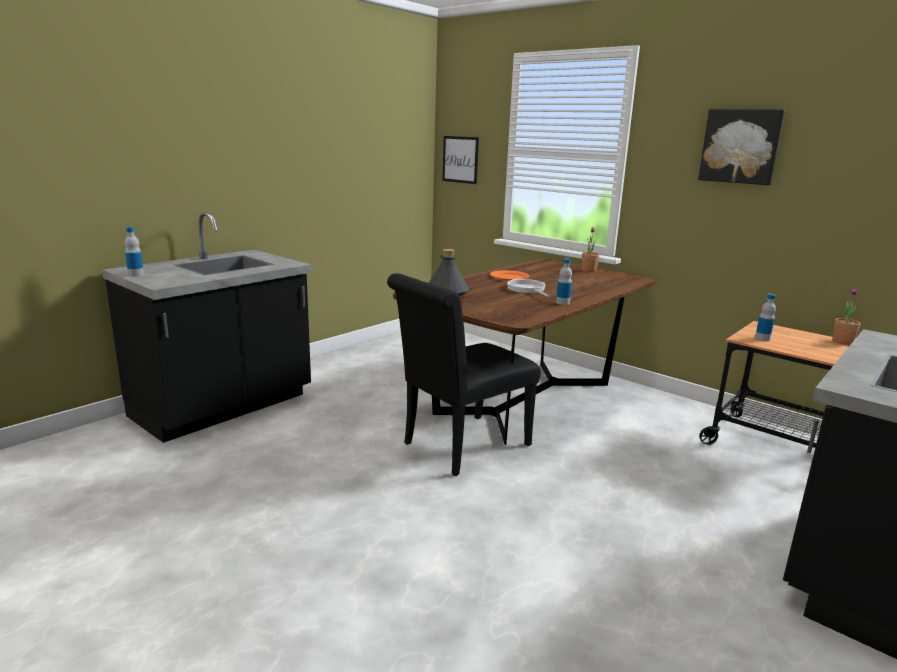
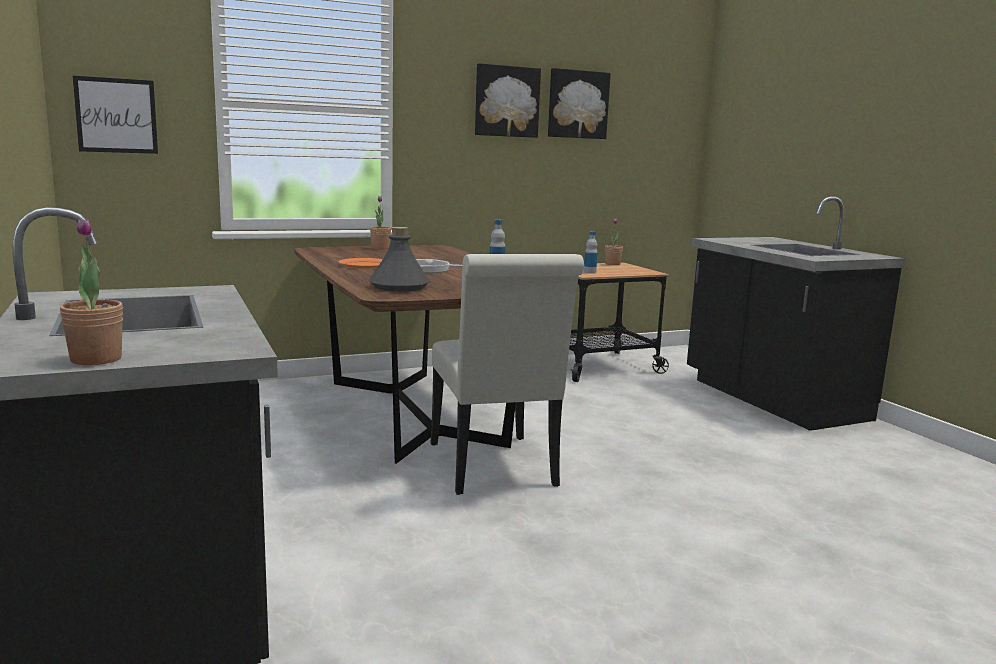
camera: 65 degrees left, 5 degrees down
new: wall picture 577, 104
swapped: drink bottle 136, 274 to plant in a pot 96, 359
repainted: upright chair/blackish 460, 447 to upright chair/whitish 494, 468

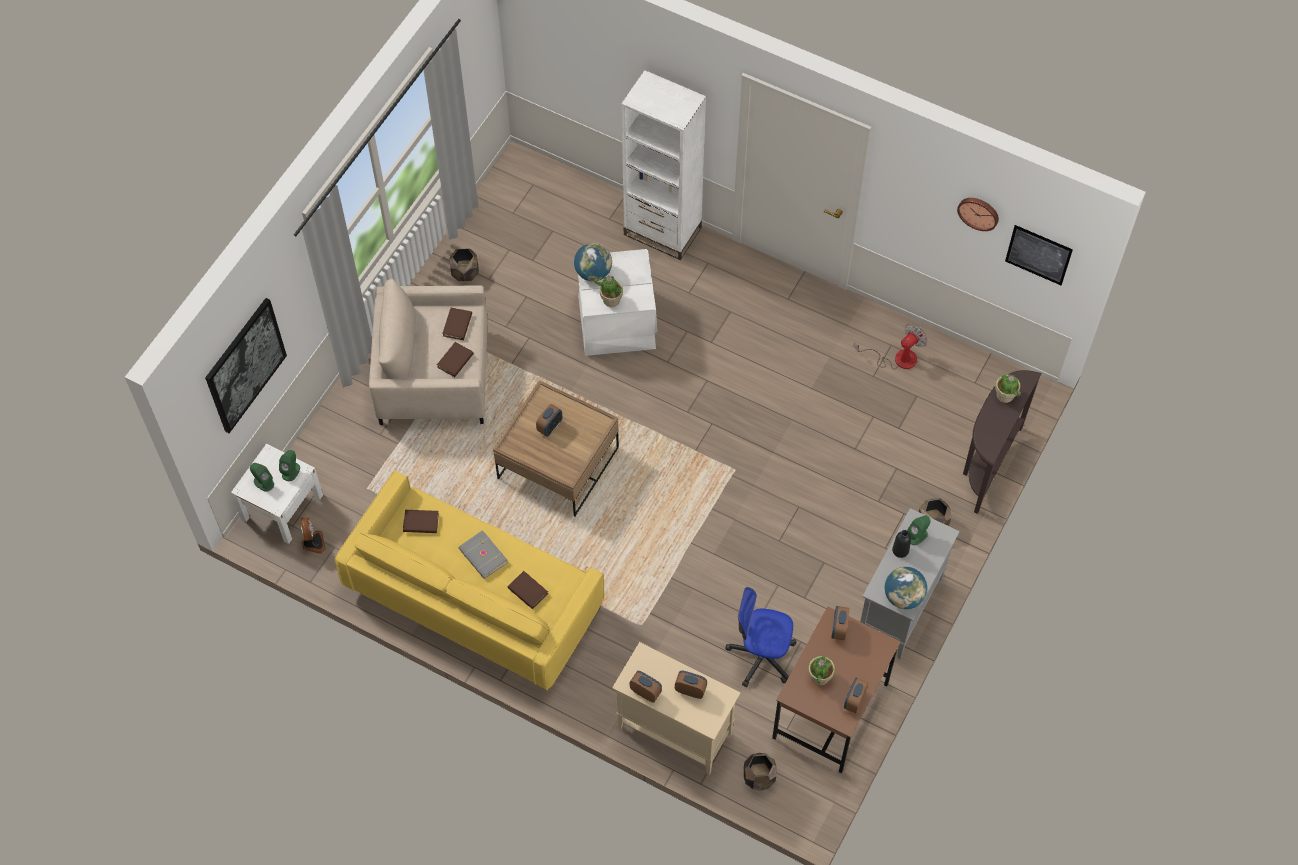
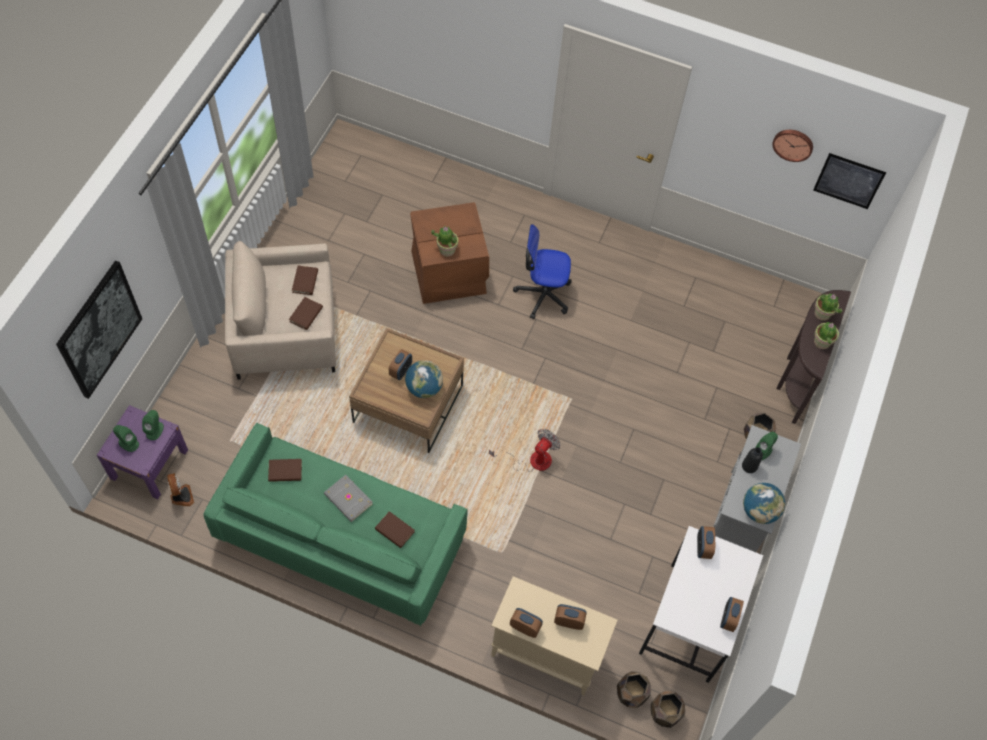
camera: 10 degrees left, 0 degrees up
gone: bookshelf/whitish 662, 231
shifted: globe 593, 272 to 424, 388; flower pot/brownish 464, 273 to 664, 713; cooling fan 897, 358 to 532, 460; desk chair 761, 655 to 543, 294; plant in a pot 819, 677 to 821, 342
repainted: storage container/whitish 617, 323 to storage container/brownish 449, 273; night table/whitish 282, 507 to night table/purple 149, 464; settee/yellow 474, 598 to settee/greenish 341, 538; desk table/brownish 830, 711 to desk table/whitish 689, 622

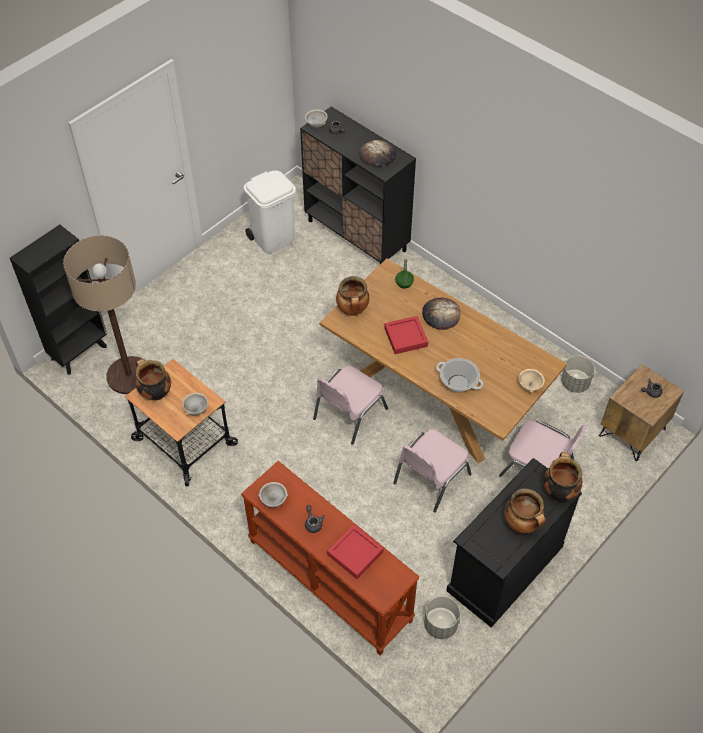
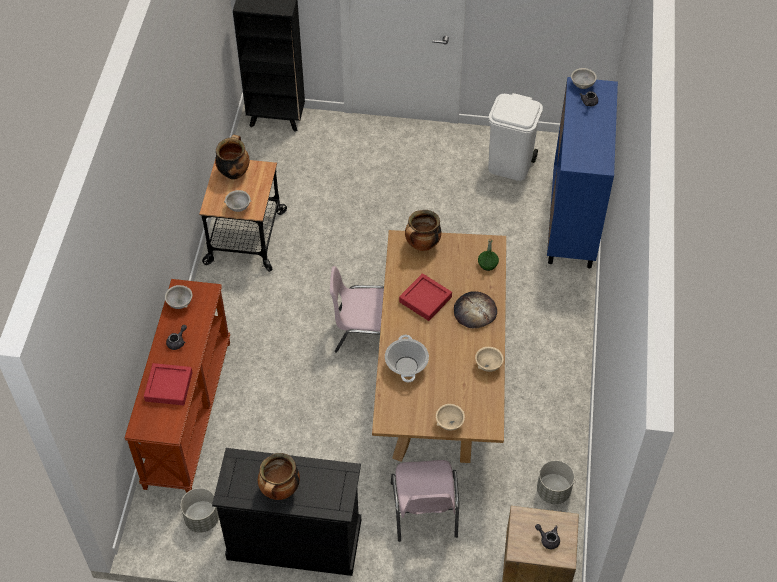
camera: 55 degrees right, 0 degrees up
gone: bread 377, 156; standing lamp 129, 375; upright chair/pinkish 430, 479; saucepot 559, 491
new: bowl/beige-coloured 488, 365
repainted: storage cabinet/blackish 357, 236 to storage cabinet/blue-coloured 572, 222

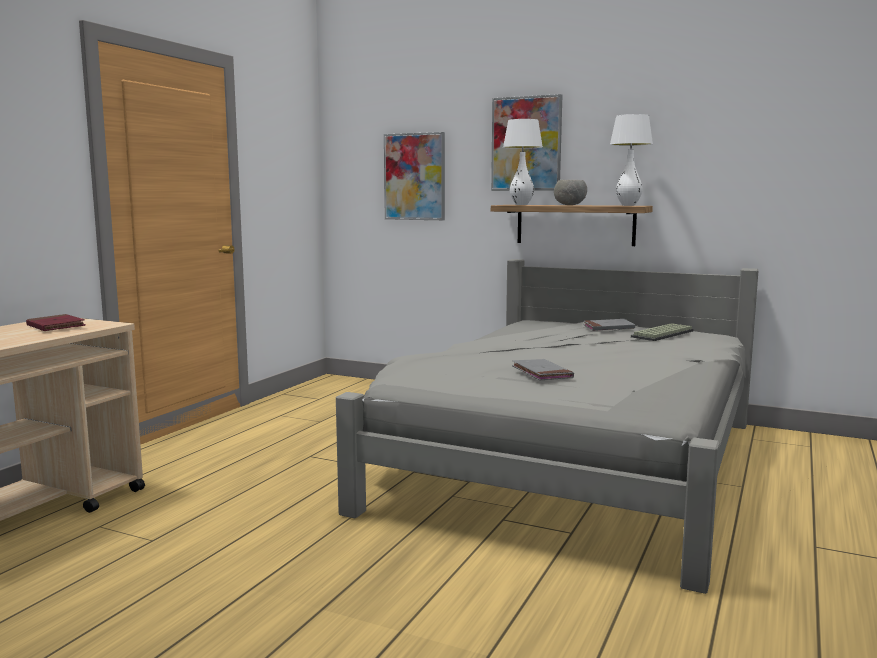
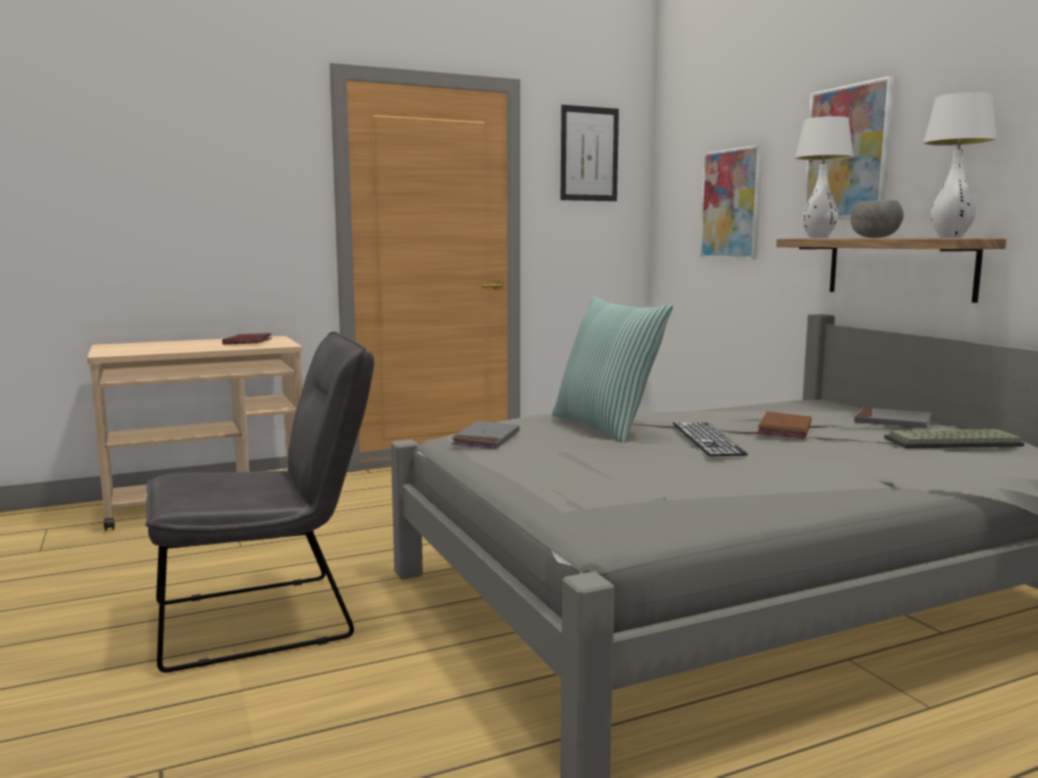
camera: 40 degrees right, 0 degrees up
new: wall picture 589, 154; cushion 606, 428; upright chair/grey 269, 618; volume/brownish 784, 429; keyboard 707, 438
shifted: volume/grey 542, 373 to 486, 439

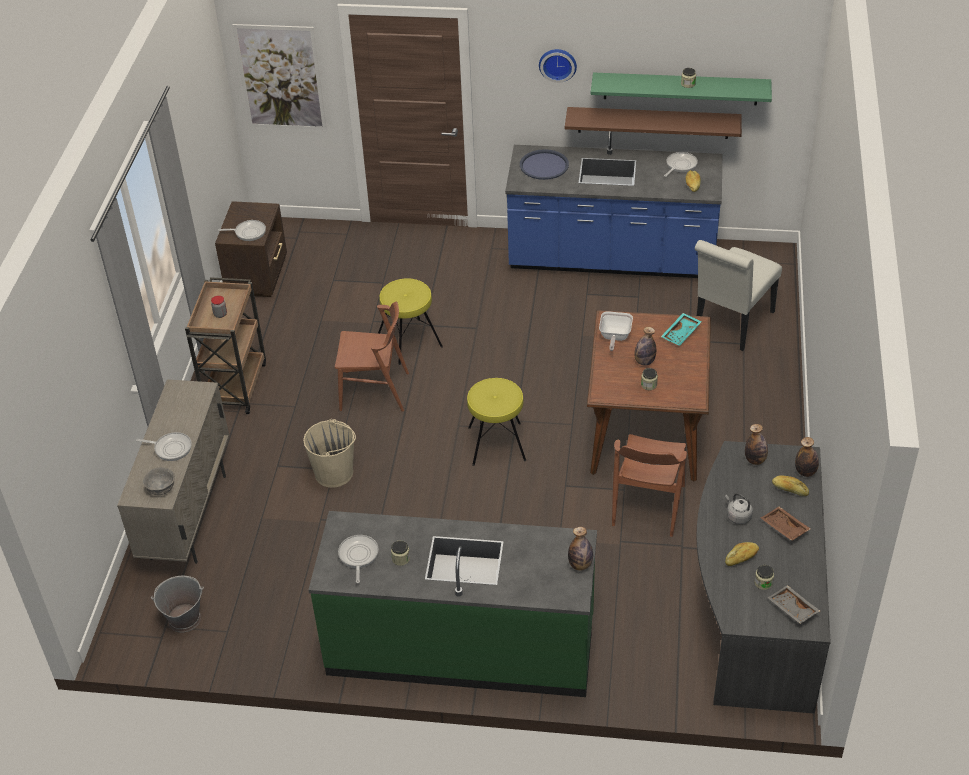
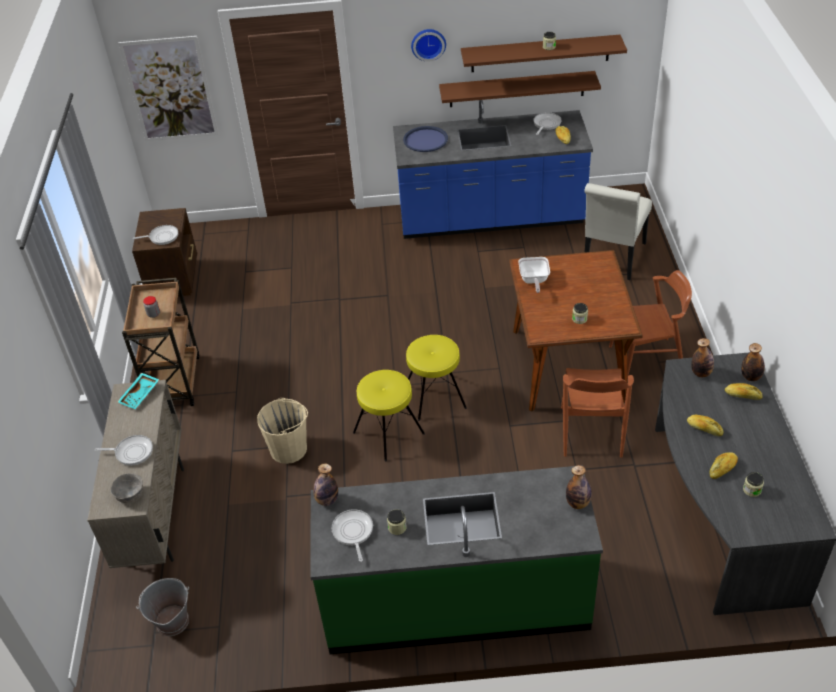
camera: 10 degrees left, 0 degrees up
gone: serving tray/brownish 783, 528; serving tray/grey 792, 609
shifted: stool/yellow 409, 341 to 388, 432; upright chair/brownish 374, 391 to 646, 360; serving tray/blue-green 681, 334 to 140, 395; drink bottle 644, 362 to 327, 500
swapped: water kettle/grey 737, 516 to bread 704, 429
repainted: bracket shelf/greenish 680, 88 to bracket shelf/brownish 540, 53

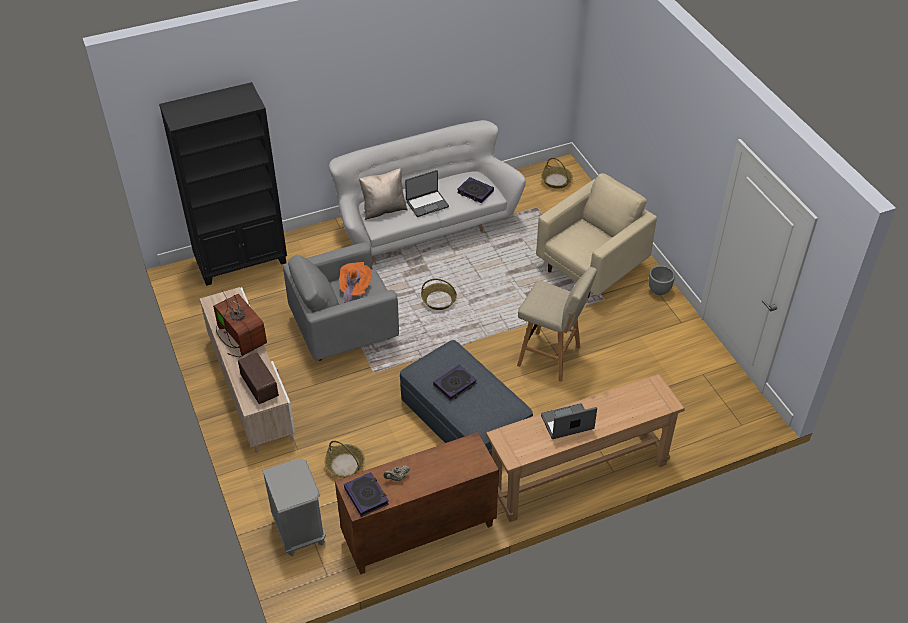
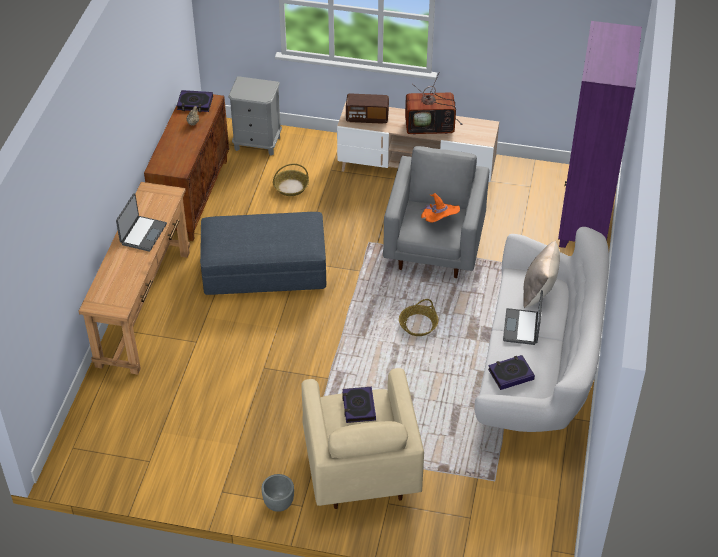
camera: 125 degrees right, 0 degrees up
gone: basket 556, 181; stool/beige-coloured 551, 357
shifted: volume 455, 385 to 358, 407
repainted: bookshelf/blackish 242, 262 to bookshelf/purple 584, 220

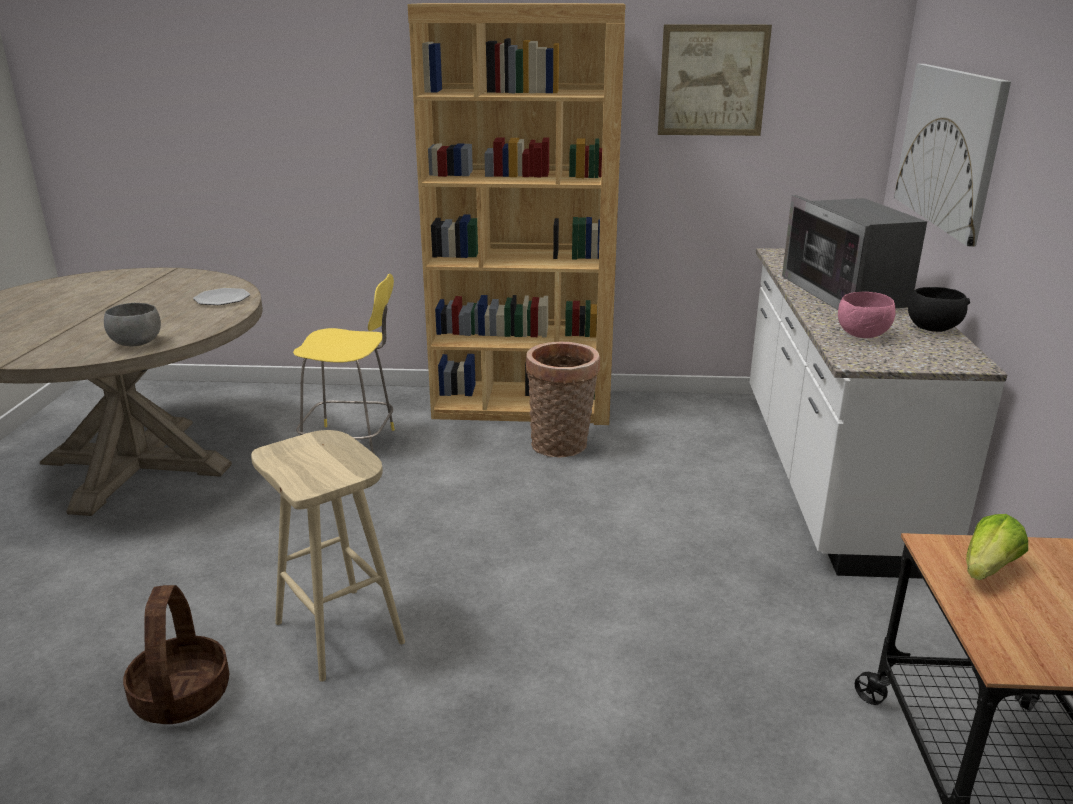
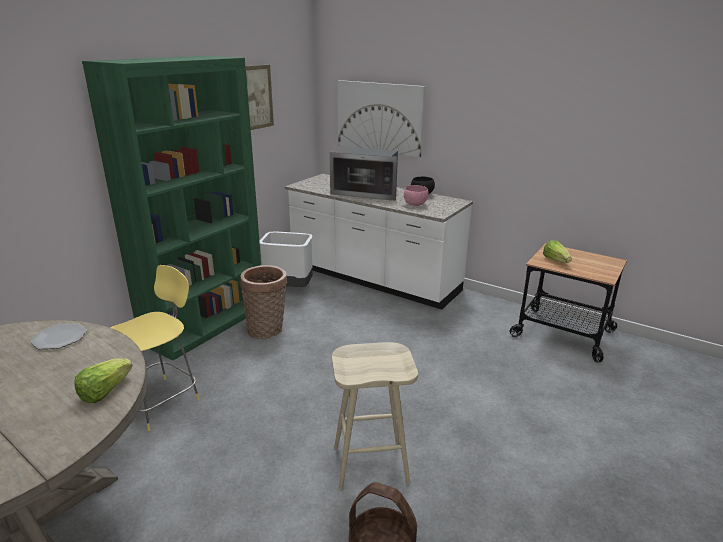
camera: 60 degrees left, 0 degrees up
new: trash can/whitish 289, 288
swapped: bowl/grey 136, 343 to lettuce head 105, 391
repainted: bookshelf/brownish 523, 406 to bookshelf/greenish 206, 325

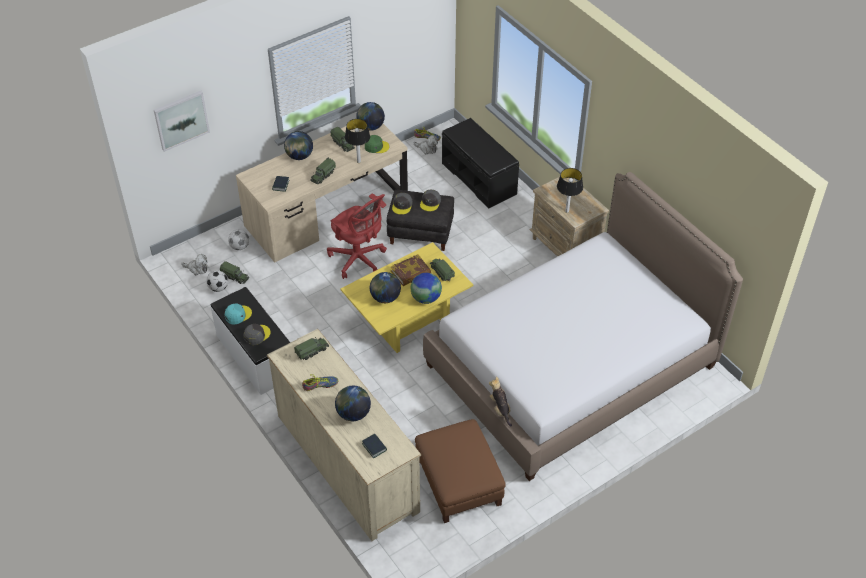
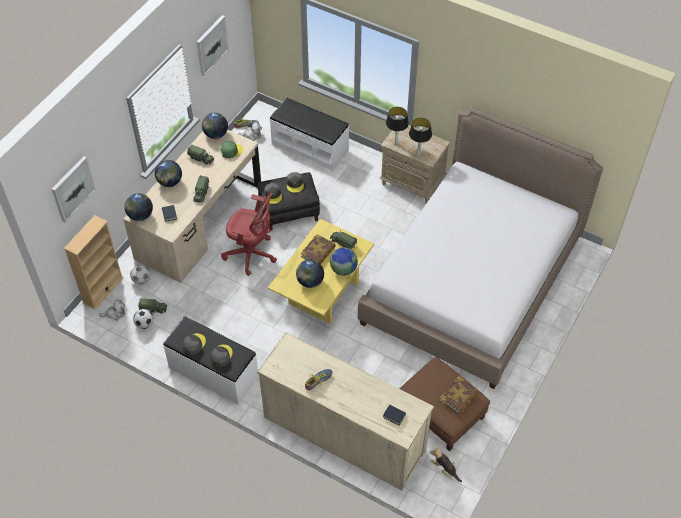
camera: 25 degrees left, 5 degrees up
gone: model truck 312, 351
new: wall picture 211, 45; bookshelf/beige-coloured 103, 290; volume 459, 397
shifted: table lamp 359, 162 to 396, 143; cuddly toy 500, 409 to 445, 469; globe 353, 413 to 140, 215
repainted: long seat/blackish 479, 178 to long seat/whitish 310, 147; baseball cap/blue-green 238, 315 to baseball cap/grey 194, 344

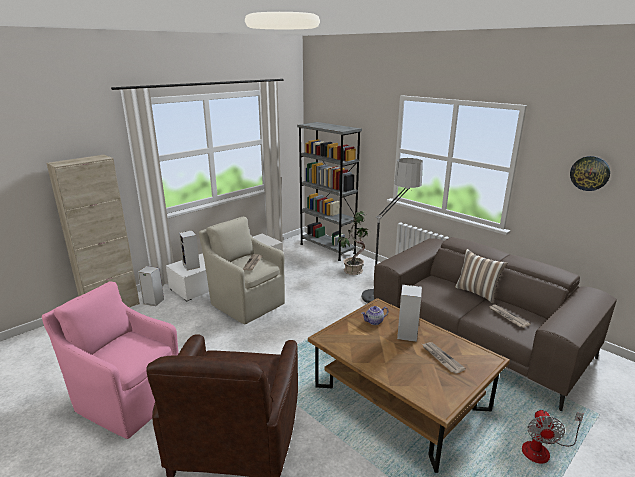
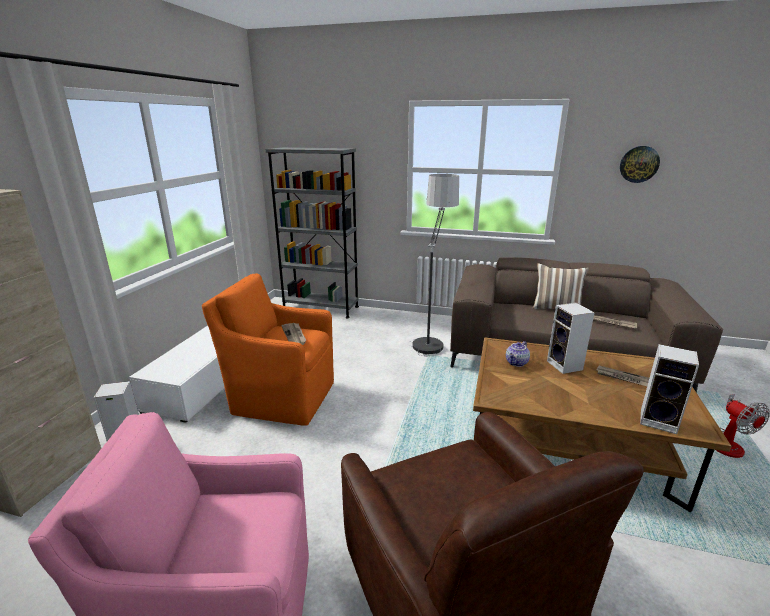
camera: 30 degrees left, 0 degrees up
gone: plant in a pot 353, 270
shifted: audio speaker 192, 266 to 660, 421
repainted: armchair/beige-coloured 246, 303 to armchair/orangey 281, 397

